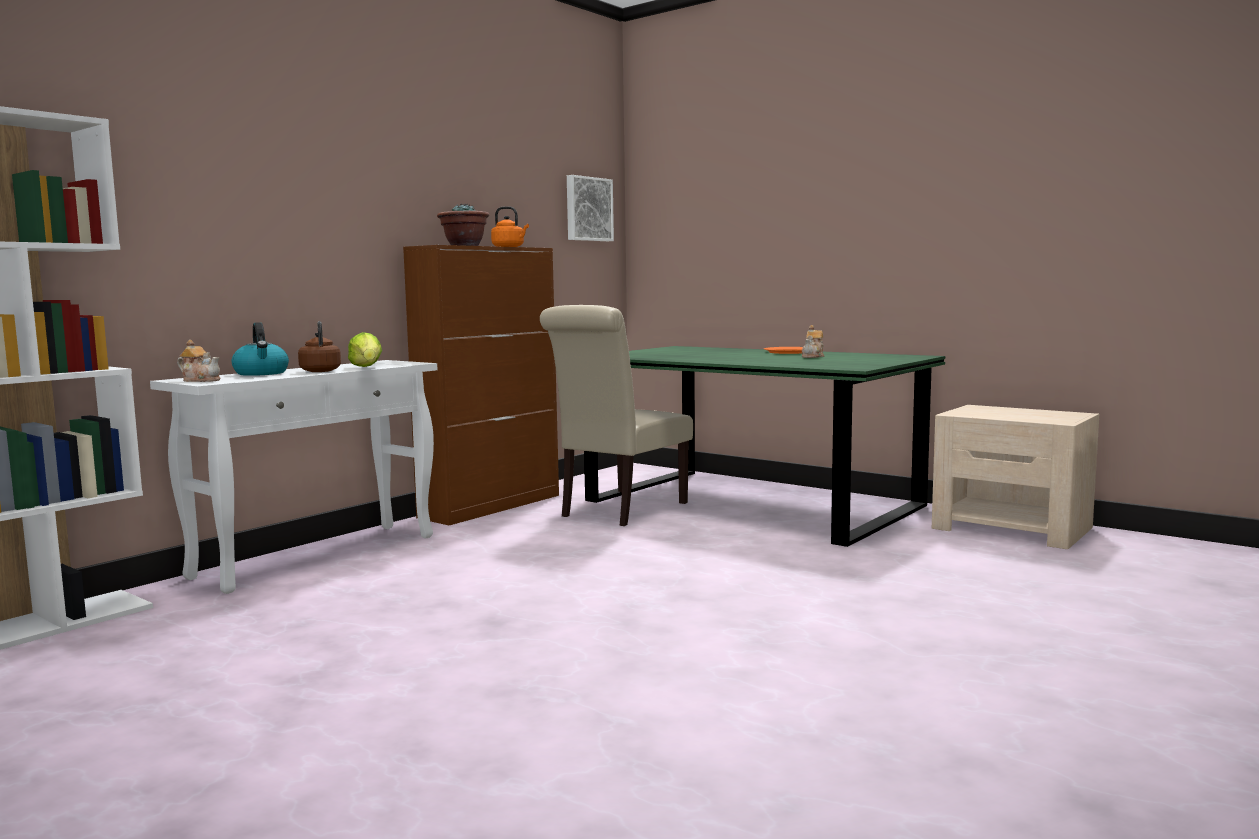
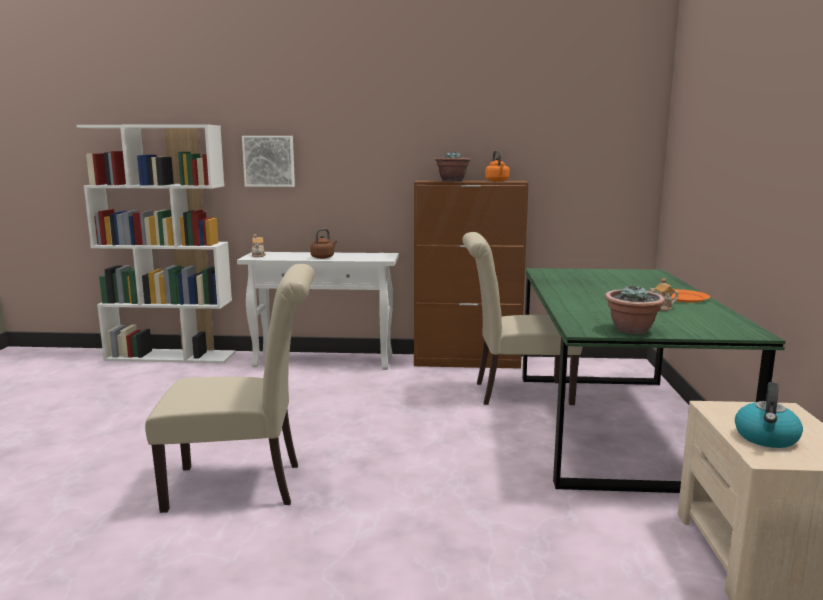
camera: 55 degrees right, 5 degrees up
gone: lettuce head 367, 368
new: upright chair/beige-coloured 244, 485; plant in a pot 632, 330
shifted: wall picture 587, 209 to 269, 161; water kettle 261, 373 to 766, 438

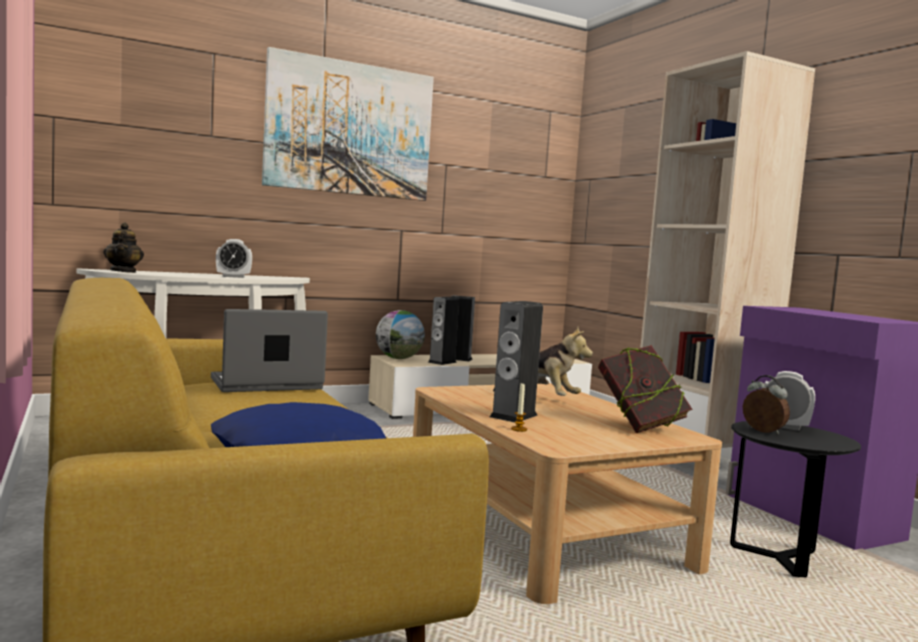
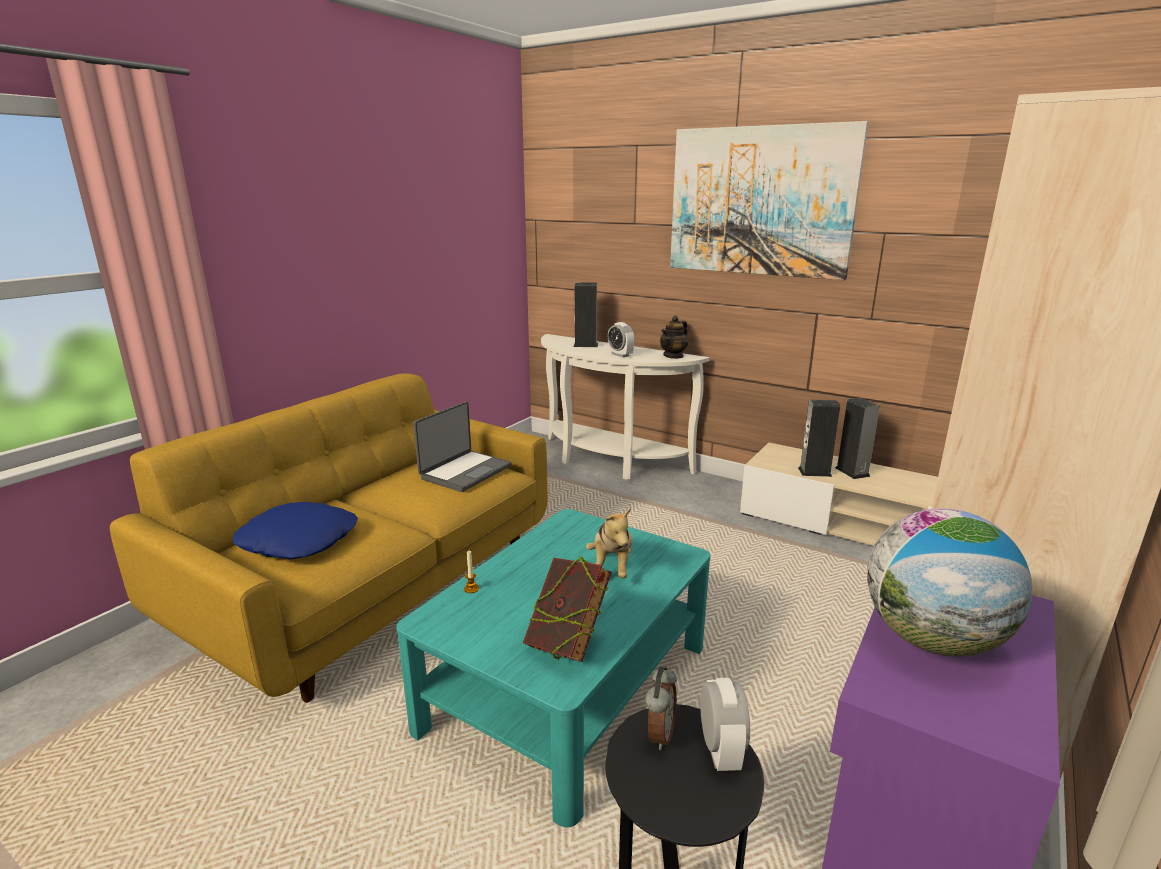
camera: 60 degrees right, 15 degrees up
shifted: teapot 124, 271 to 673, 356; audio speaker 513, 416 to 585, 345; globe 398, 358 to 932, 640
repainted: low table/beige-coloured 542, 529 to low table/blue-green 567, 686
rotated: notebook computer 266, 384 = 464, 472 90 degrees clockwise

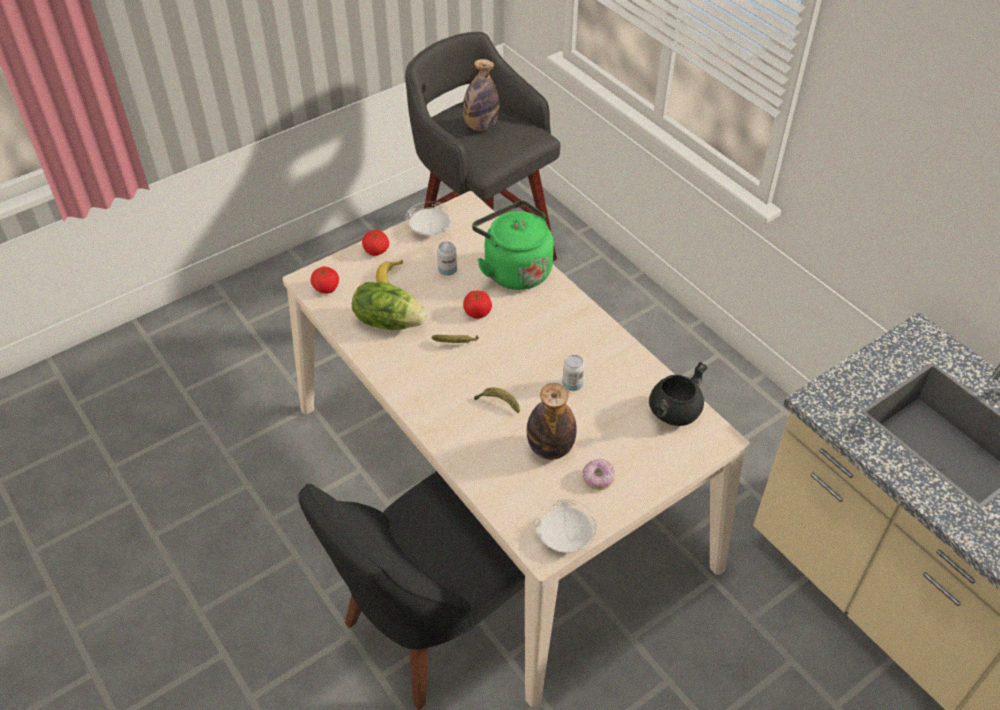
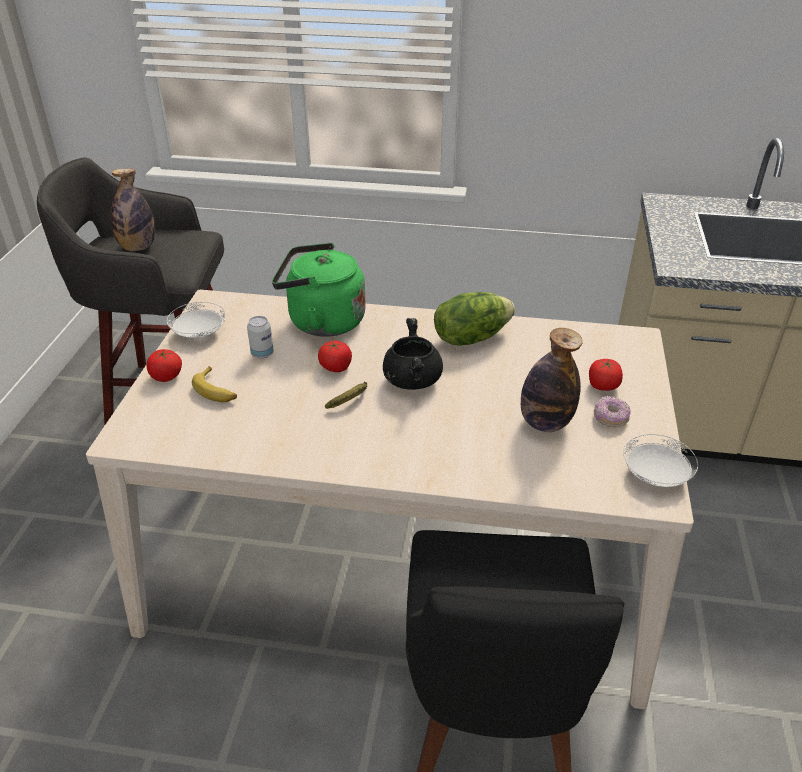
camera: 45 degrees left, 10 degrees down
gone: metal can 572, 385; whole banana 498, 403
shifted: whole tomato 326, 288 to 603, 386; lettuce head 388, 321 to 470, 337; saucepot/blackish 674, 411 to 411, 380

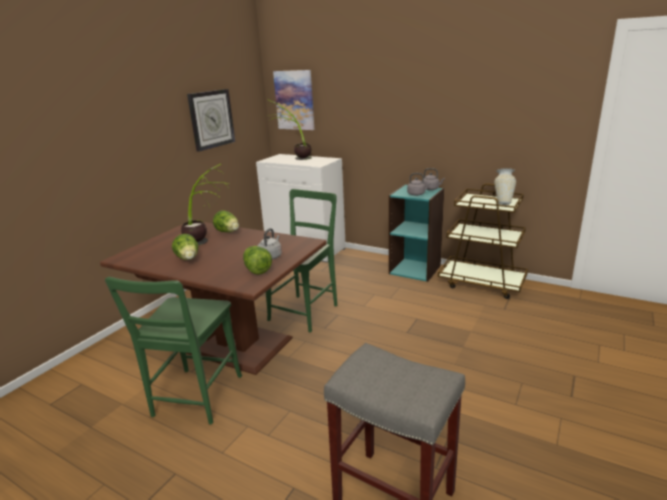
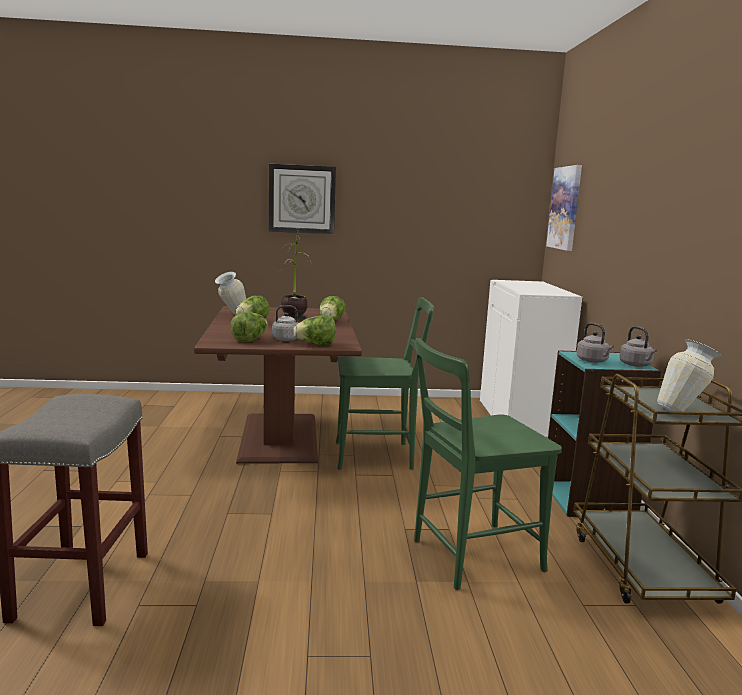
camera: 55 degrees right, 10 degrees down
gone: plant in a pot 293, 158
new: flower vase 231, 316; lettuce head 316, 344
shifted: wall clock 211, 119 to 302, 199; upright chair/greenish 195, 399 to 470, 556

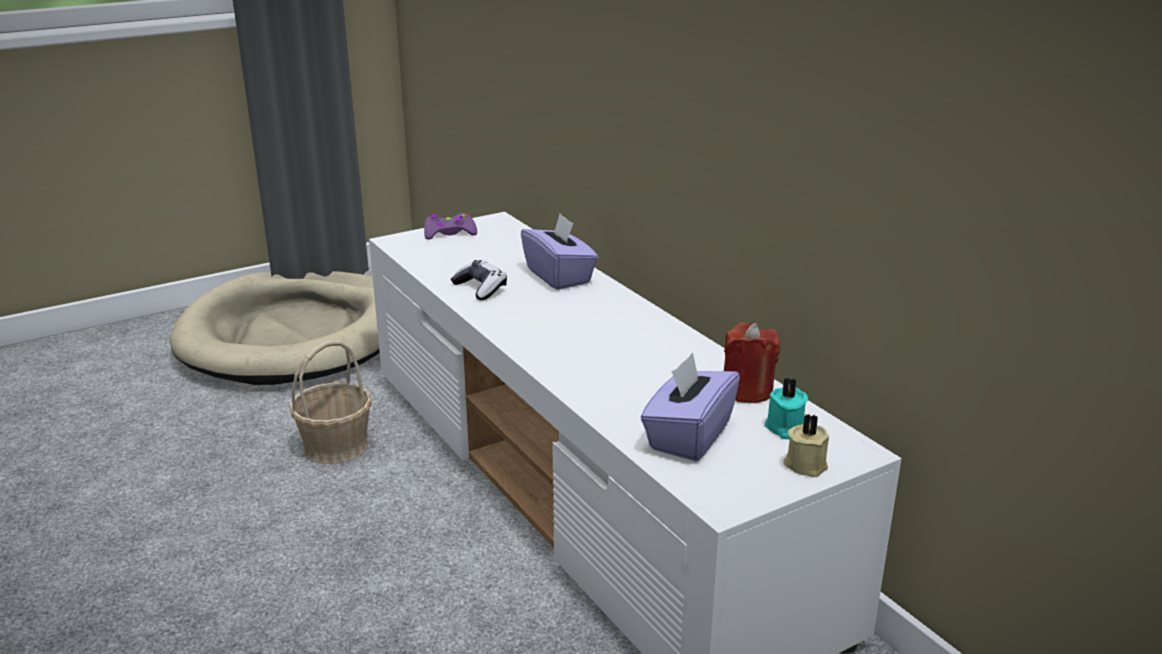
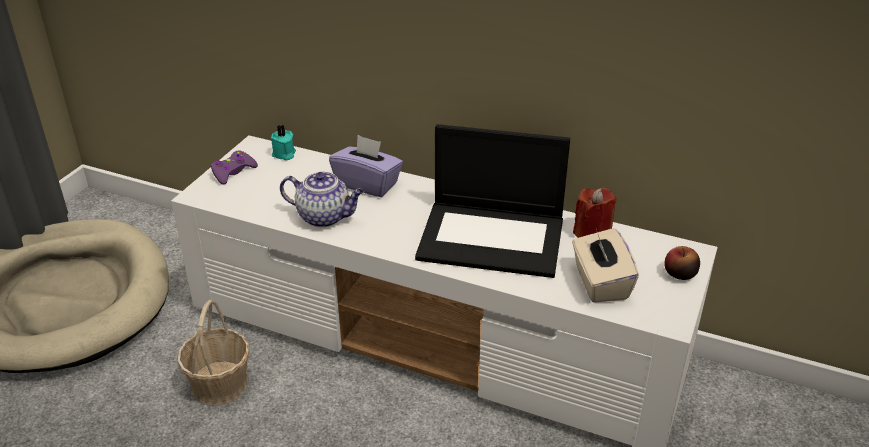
camera: 35 degrees left, 10 degrees up
new: notebook computer 493, 238
shifted: candle/blue-green 784, 428 to 284, 154
swapped: joypad 480, 288 to teapot 325, 217; candle/beige-coloured 805, 464 to whole apple 679, 274
repainted: box of tissues/purple 688, 436 to box of tissues/beige-coloured 600, 283

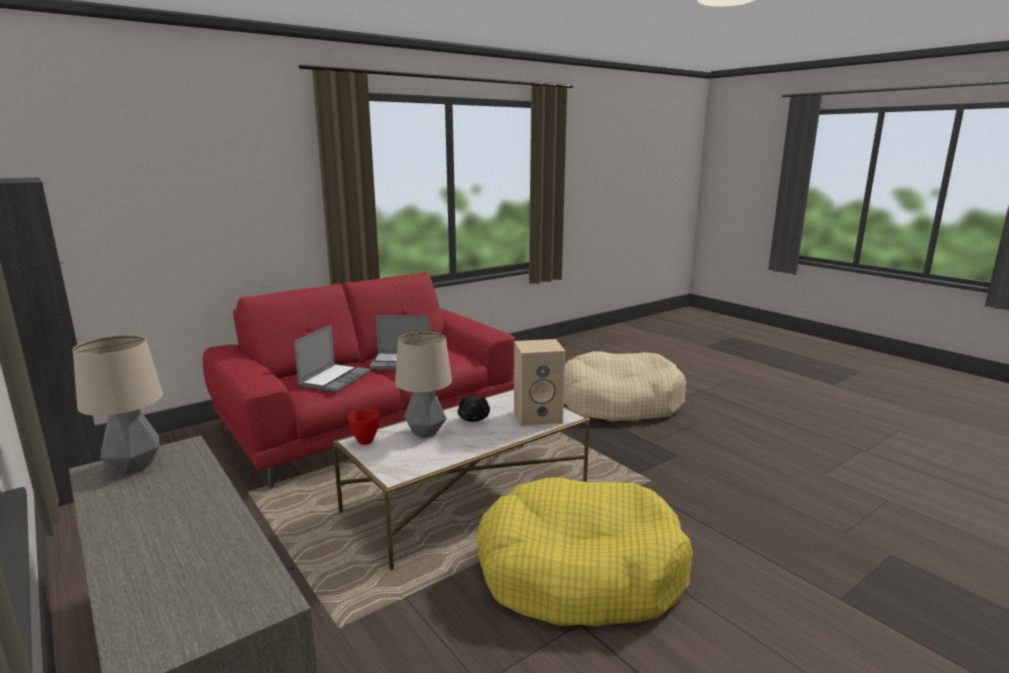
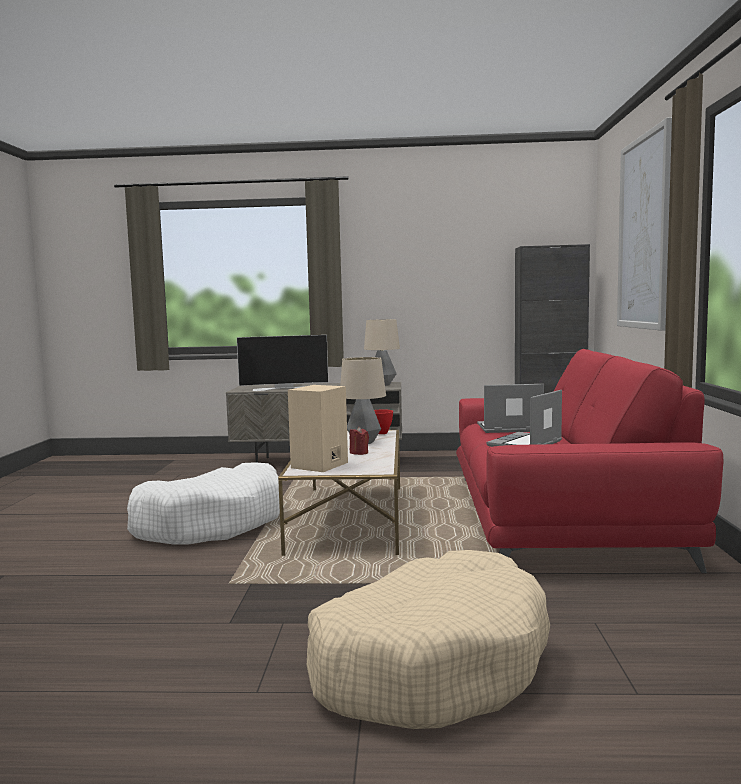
camera: 130 degrees right, 10 degrees down
new: wall picture 645, 233; TV 284, 388
swapped: cuddly toy/blackish 474, 419 to candle/red-coloured 359, 453
repainted: dog bed/yellow 580, 571 to dog bed/whitish 211, 523
rotated: notebook computer 334, 379 = 508, 428 120 degrees clockwise

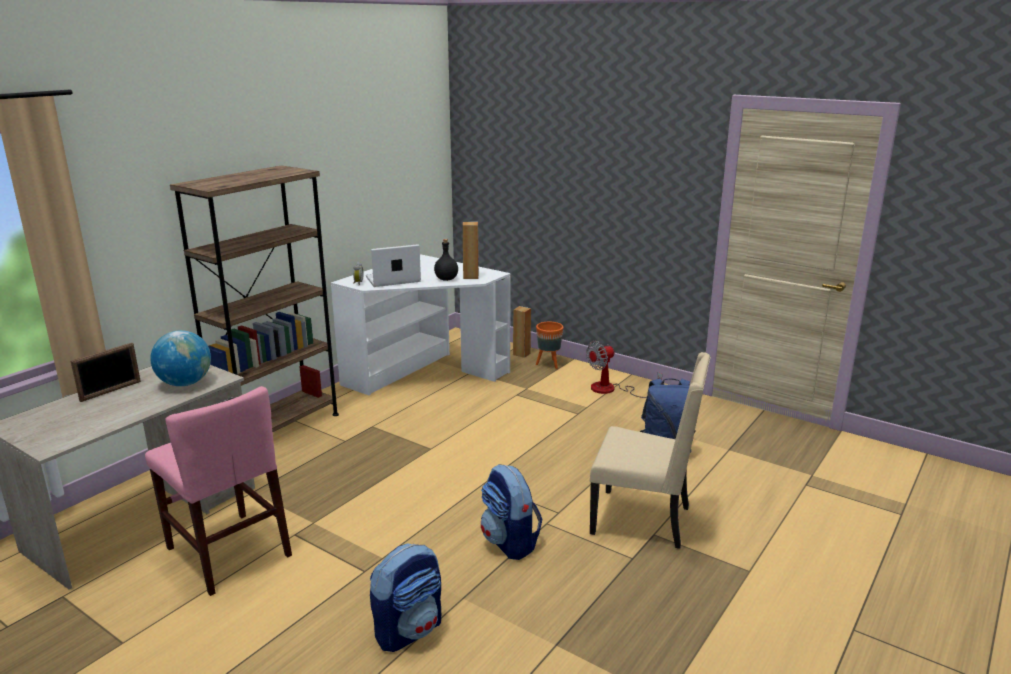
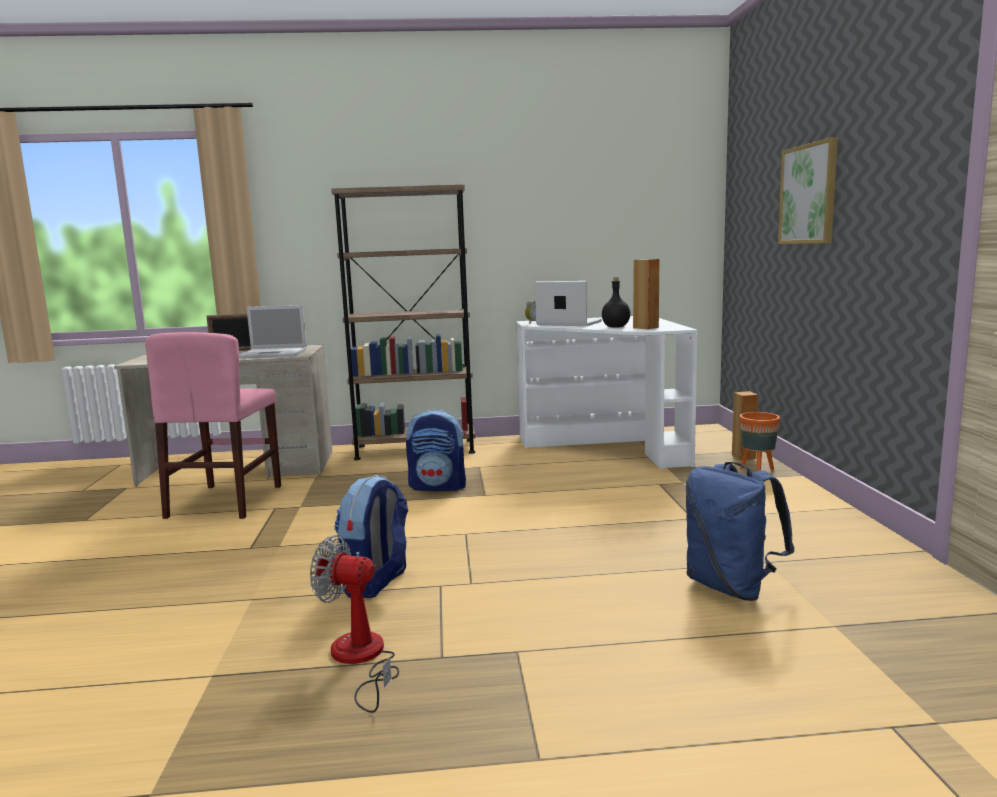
camera: 50 degrees right, 10 degrees down
gone: upright chair/beige-coloured 643, 520
new: wall picture 809, 194
shifted: cooling fan 611, 390 to 361, 659; rucksack 409, 630 to 439, 486
swapped: globe 185, 383 to notebook computer 274, 353

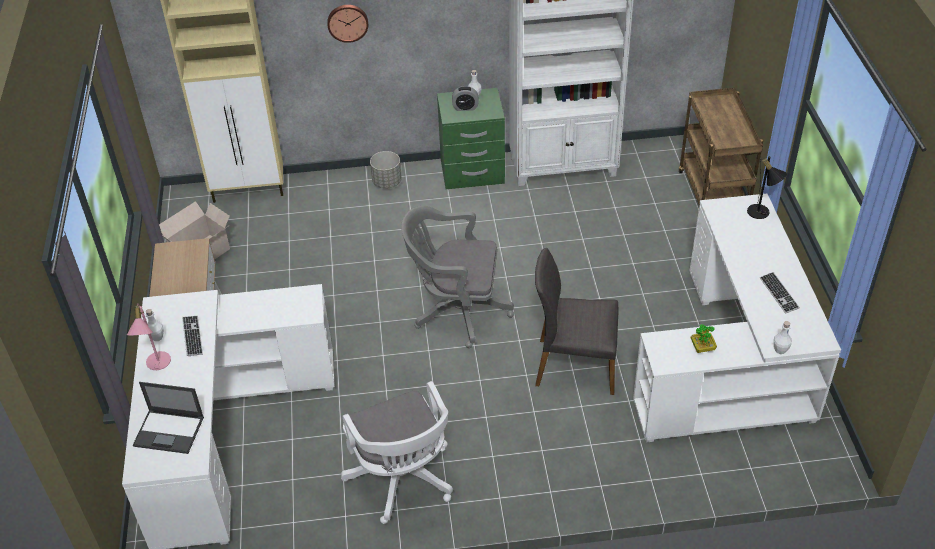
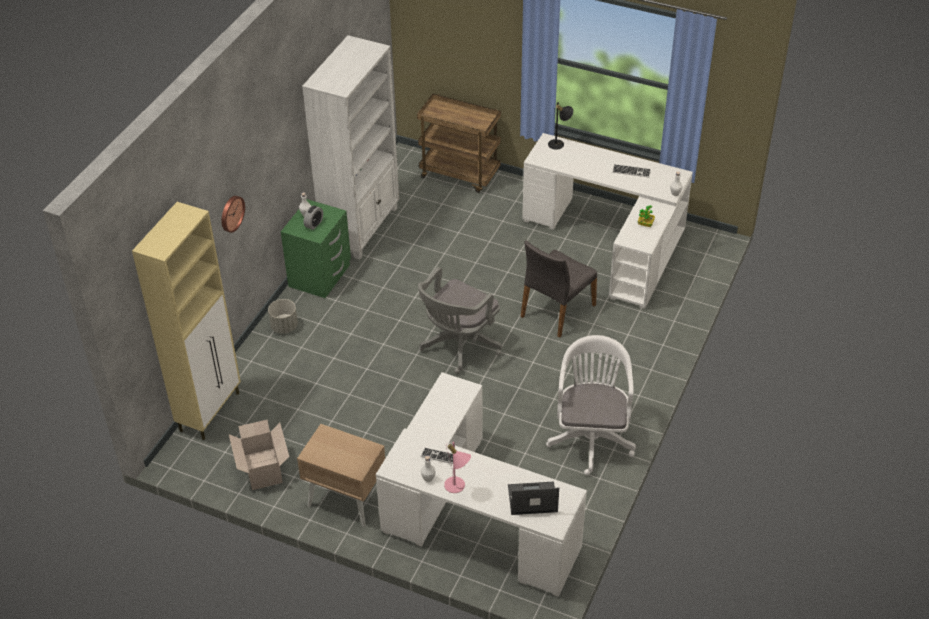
camera: 60 degrees left, 0 degrees up
rotated: desk chair/whitish 403, 481 = 591, 436 90 degrees counterclockwise; notebook computer 170, 431 = 531, 499 135 degrees counterclockwise

